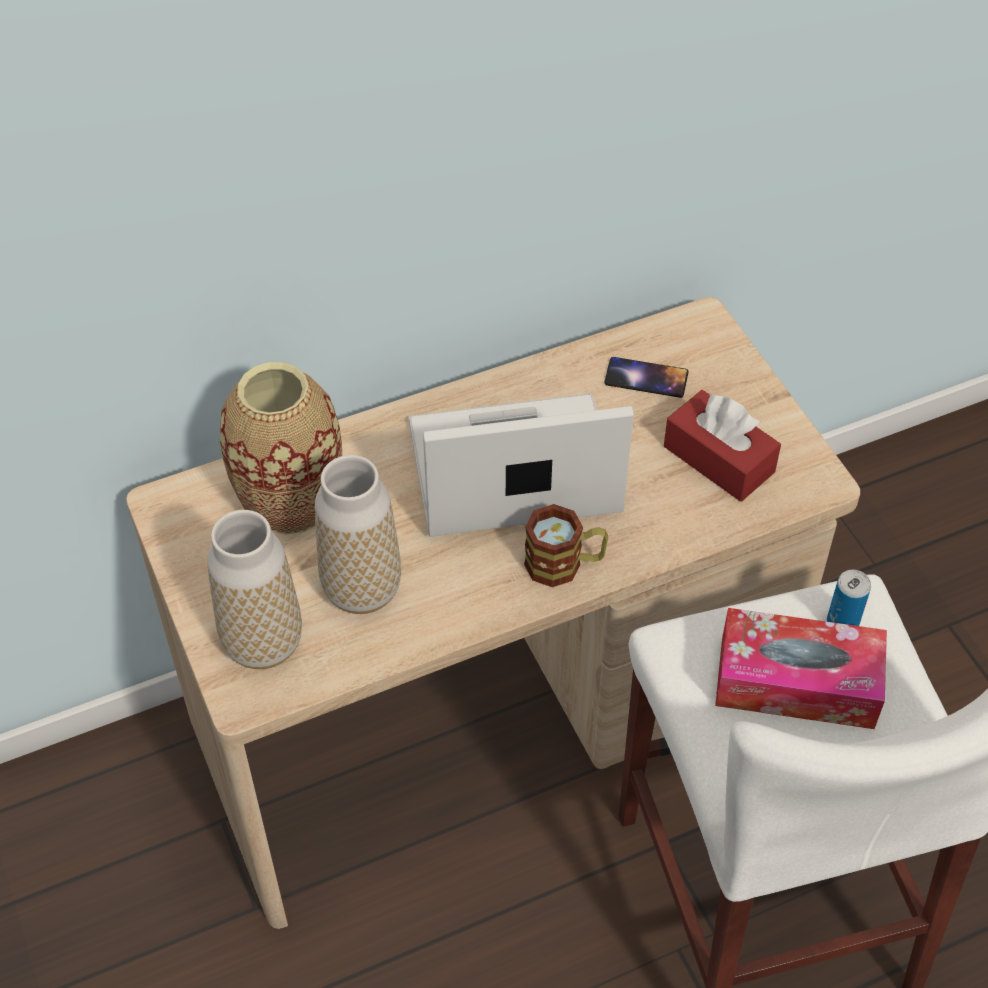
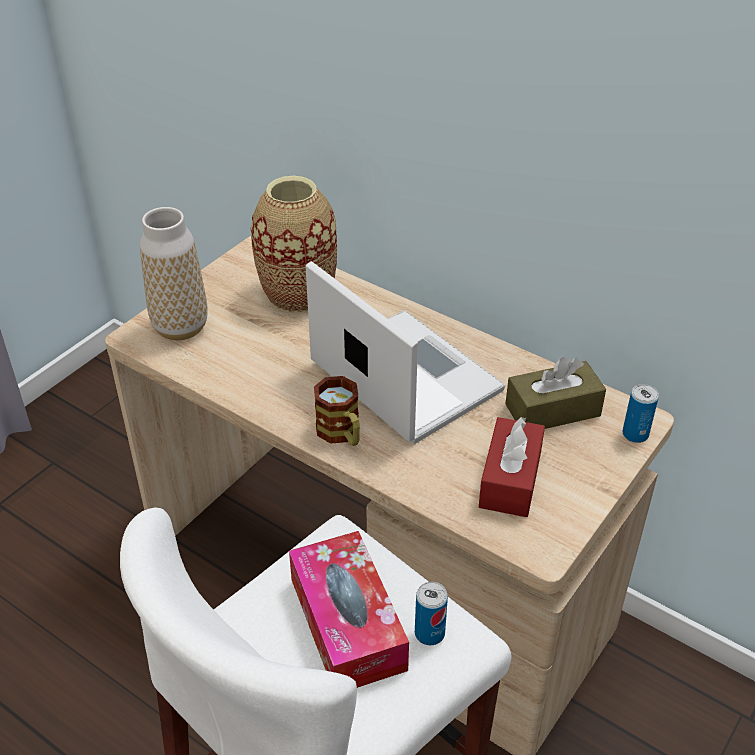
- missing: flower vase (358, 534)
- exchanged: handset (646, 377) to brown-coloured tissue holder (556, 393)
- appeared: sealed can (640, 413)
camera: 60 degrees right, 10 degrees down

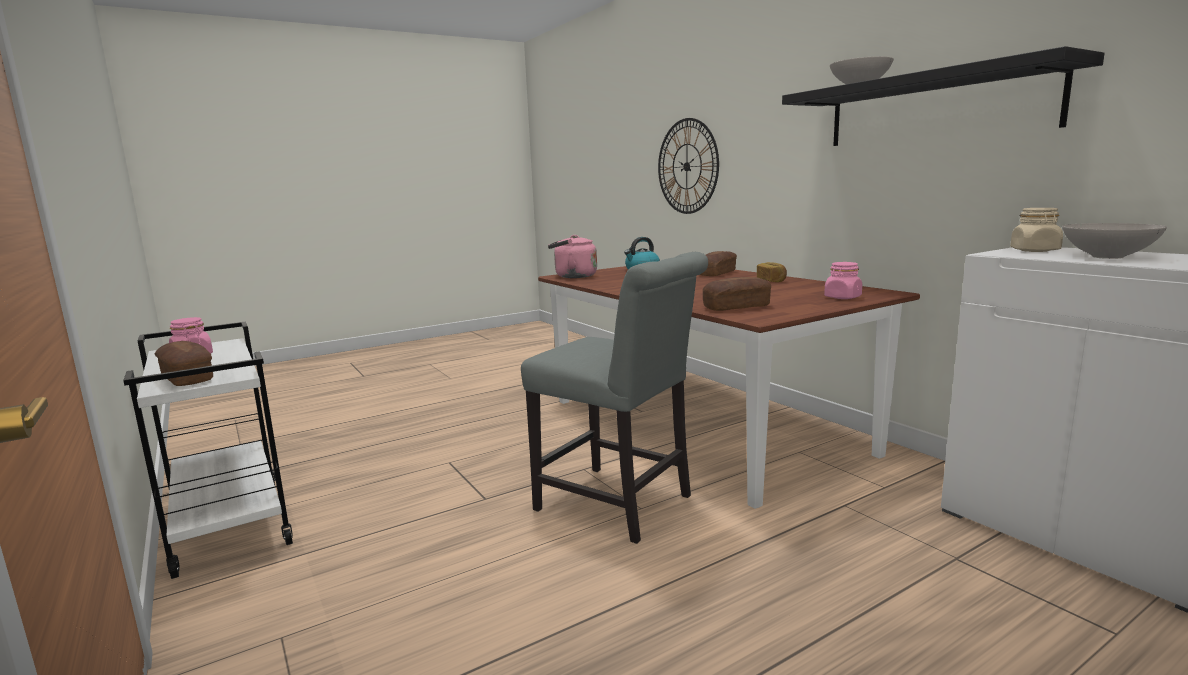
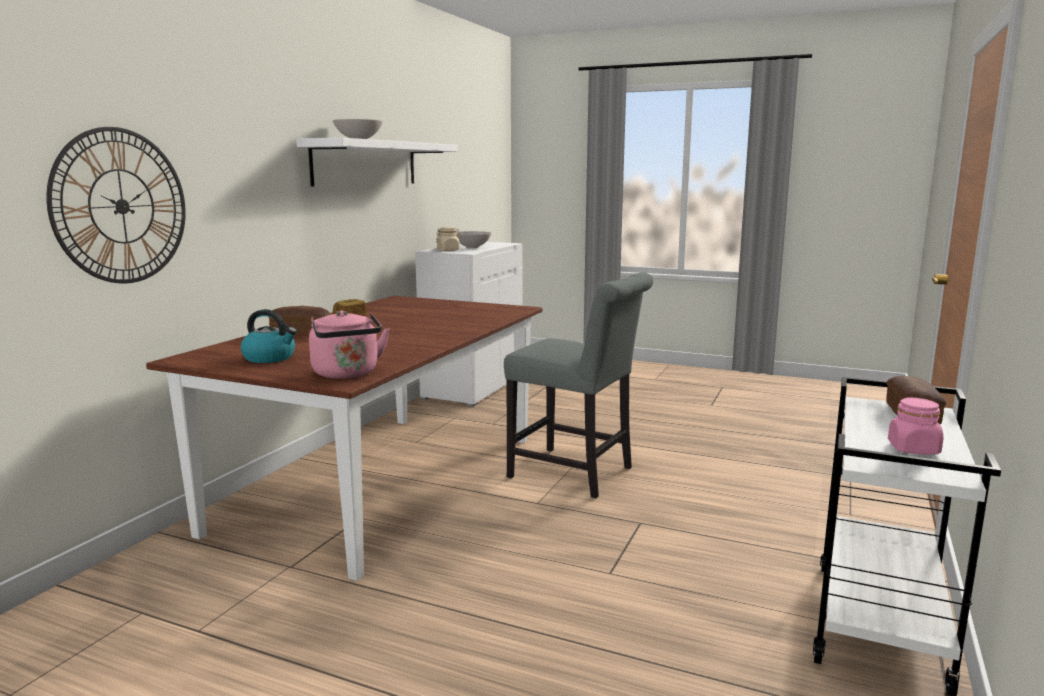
- spun: gray plain chair (614, 398) = (578, 385) 120 degrees clockwise
- missing: bakery bread (737, 294)
- colour: black-coloured shelf (943, 96) to whitish shelf (377, 162)
- missing: pinkish storage jar (843, 280)
camera: 125 degrees left, 0 degrees up

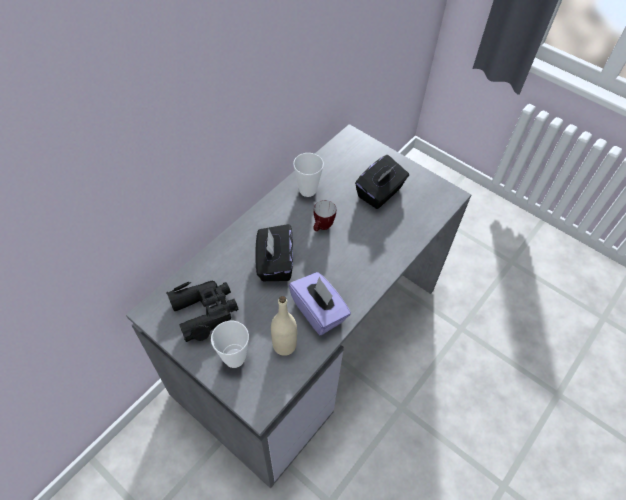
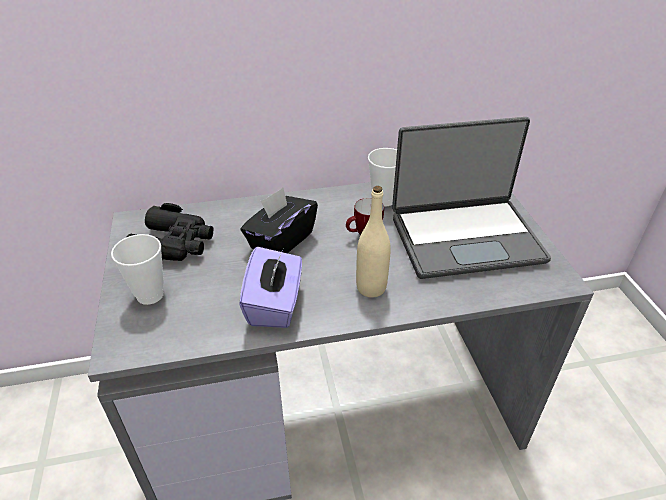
- relocated: sand-coloured drink bottle (284, 326) to (373, 242)
- exchanged: black-coloured tissue holder (382, 182) to notebook computer (471, 198)
camera: 40 degrees right, 15 degrees down

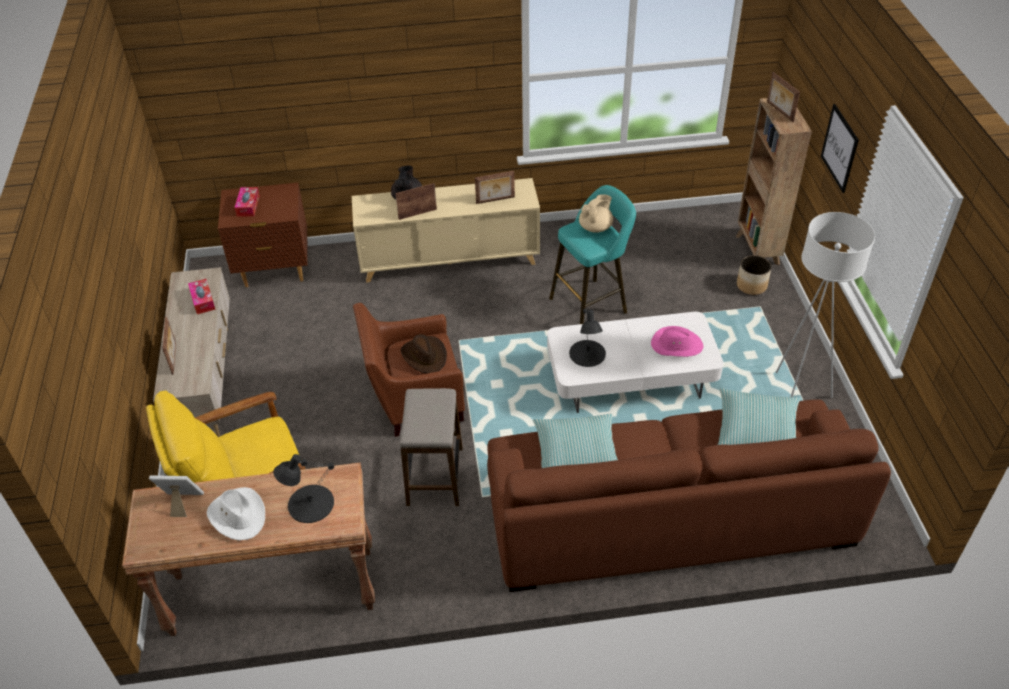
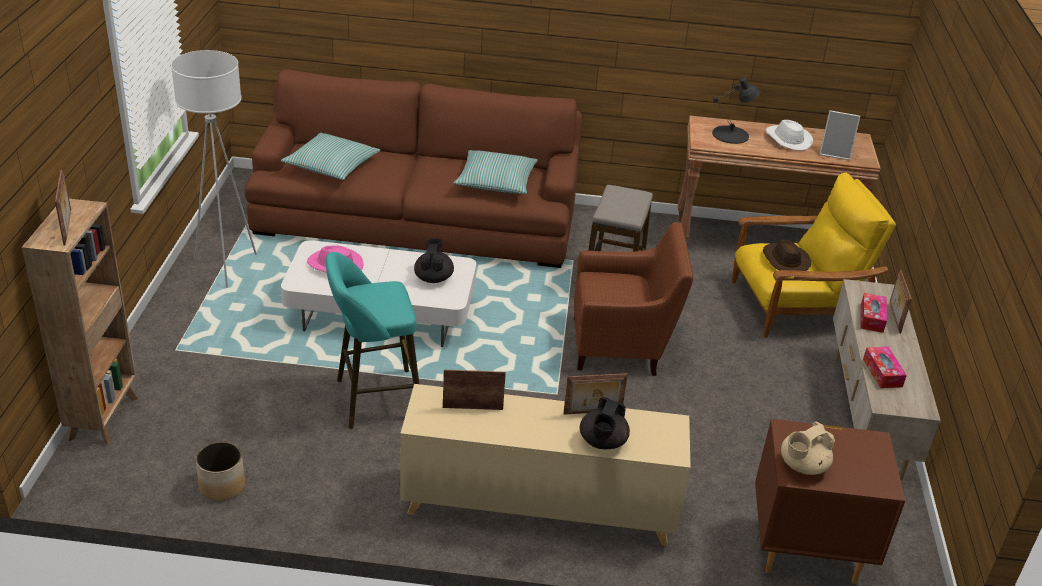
- relocated: tissue holder (247, 202) to (874, 313)
- relocated: brown-coloured hat (423, 354) to (787, 255)
- exchanged: black-coloured table lamp (587, 338) to black-coloured tea pot (434, 260)
- relocated: sand-coloured tea pot (596, 213) to (808, 448)
- relocated: flower pot (754, 275) to (220, 471)
- missing: wall art (840, 148)
camera: 170 degrees left, 10 degrees down

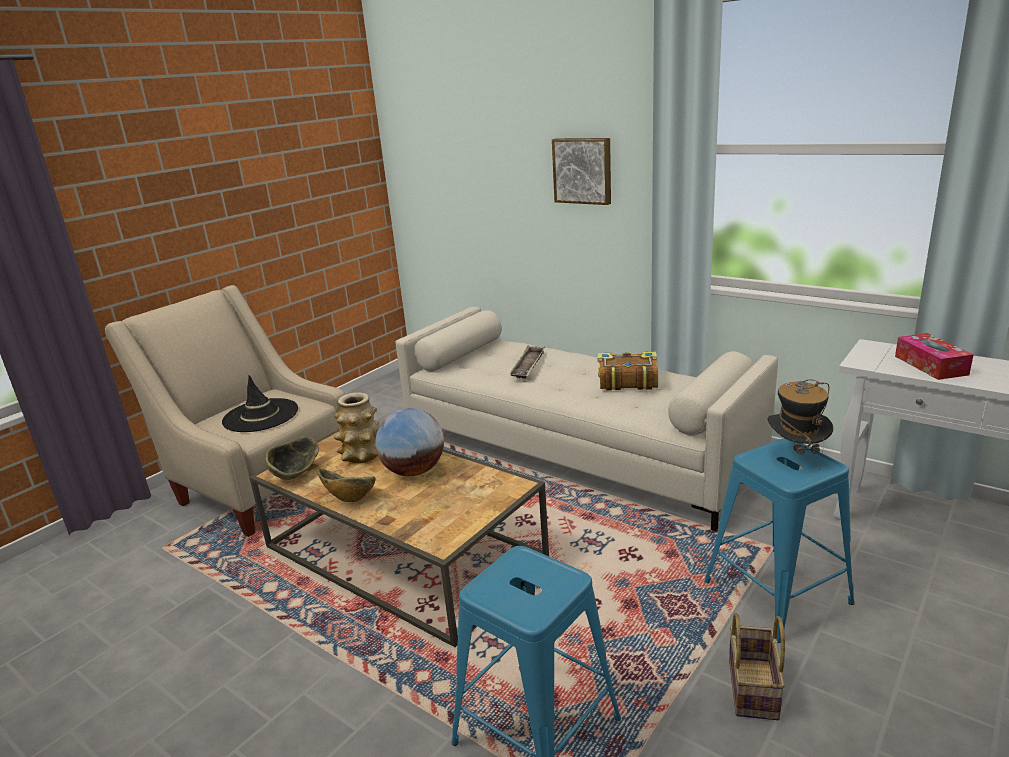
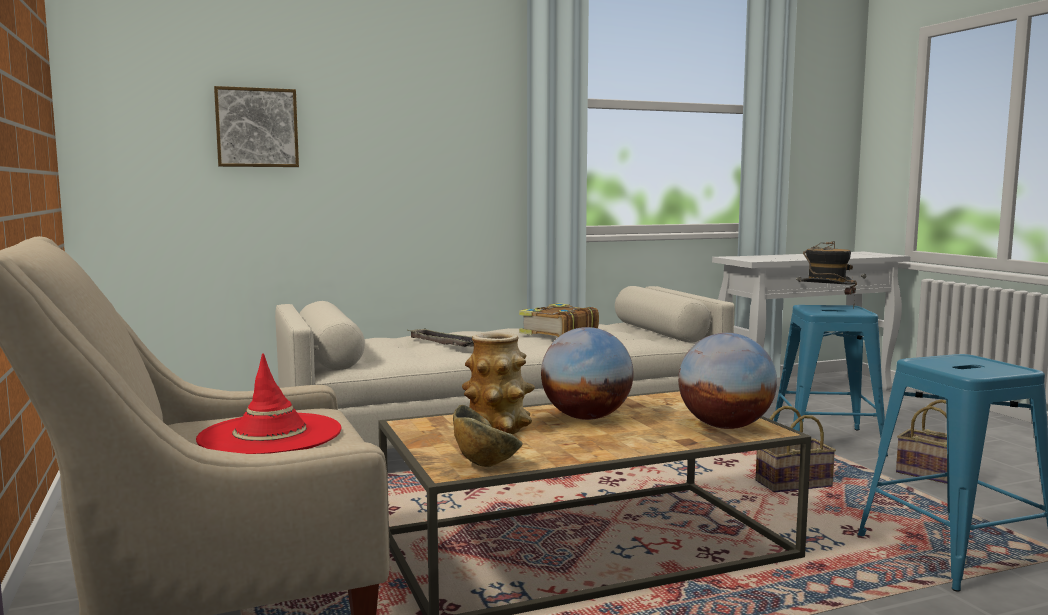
- colour: black-coloured hat (260, 403) to reddish hat (268, 403)
- missing: deep dish (346, 485)
- relocated: wall art (581, 171) to (256, 126)
- missing: tissue holder (934, 356)
- appeared: world globe (727, 381)
- appeared: storage basket (796, 449)
camera: 60 degrees left, 15 degrees down

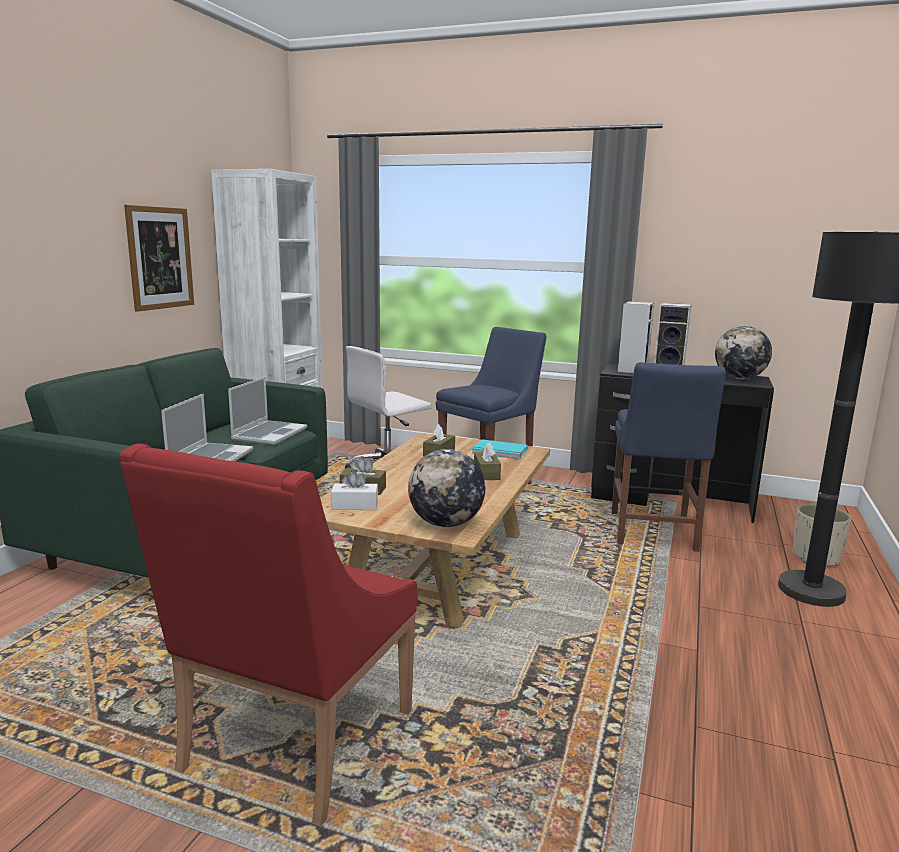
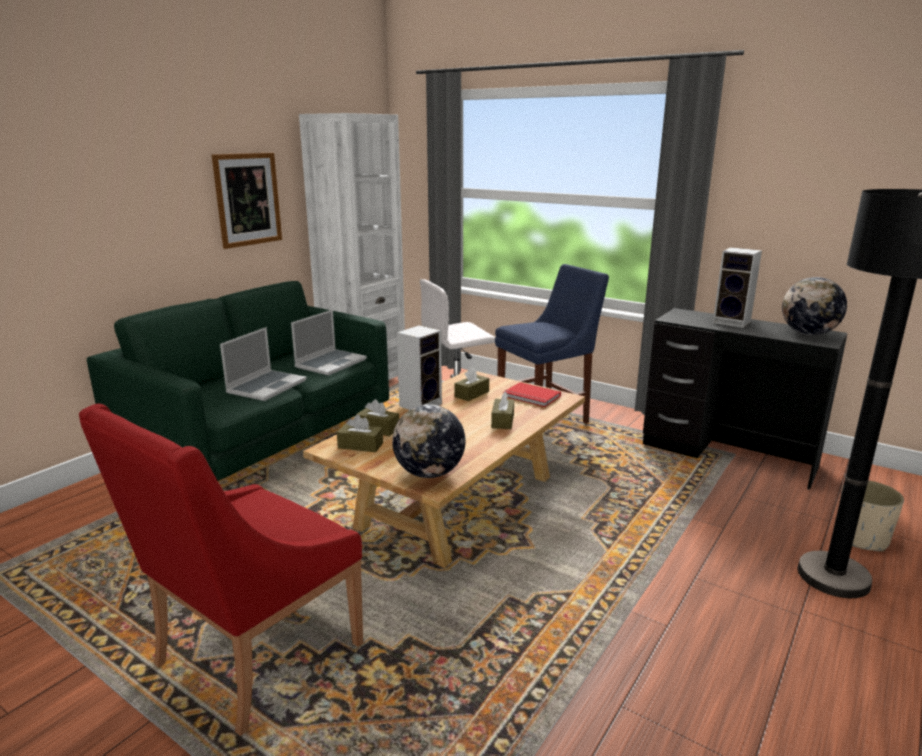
- colour: whitish tissue holder (354, 490) to brown-coloured tissue holder (360, 433)
- colour: turquoise-coloured bound book (500, 449) to reddish bound book (532, 394)
- missing: blue-coloured plain chair (669, 457)
- relocated: speaker (636, 337) to (419, 367)
camera: 15 degrees right, 5 degrees up

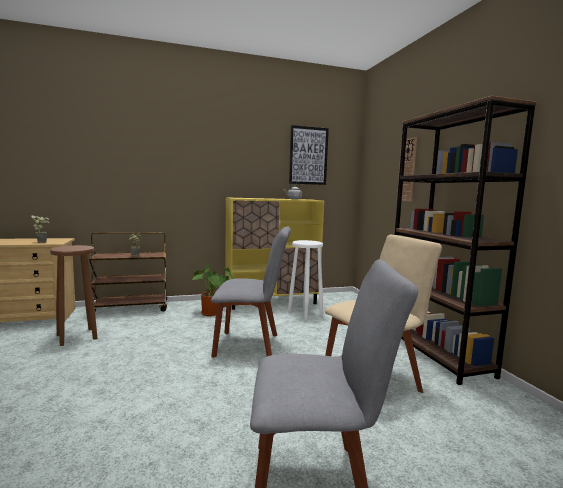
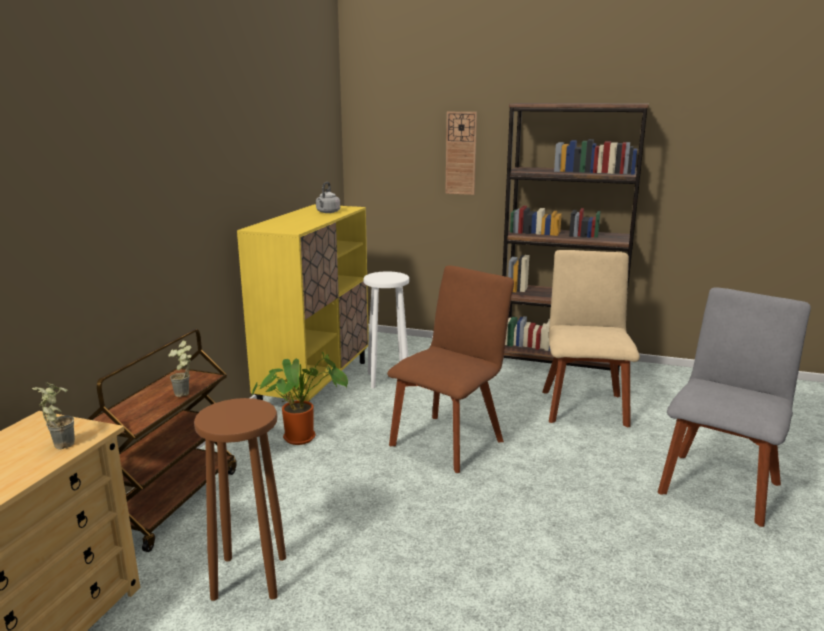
- colour: gray plain chair (251, 292) to brown-coloured plain chair (450, 369)
- missing: wall art (309, 155)
camera: 55 degrees left, 10 degrees up

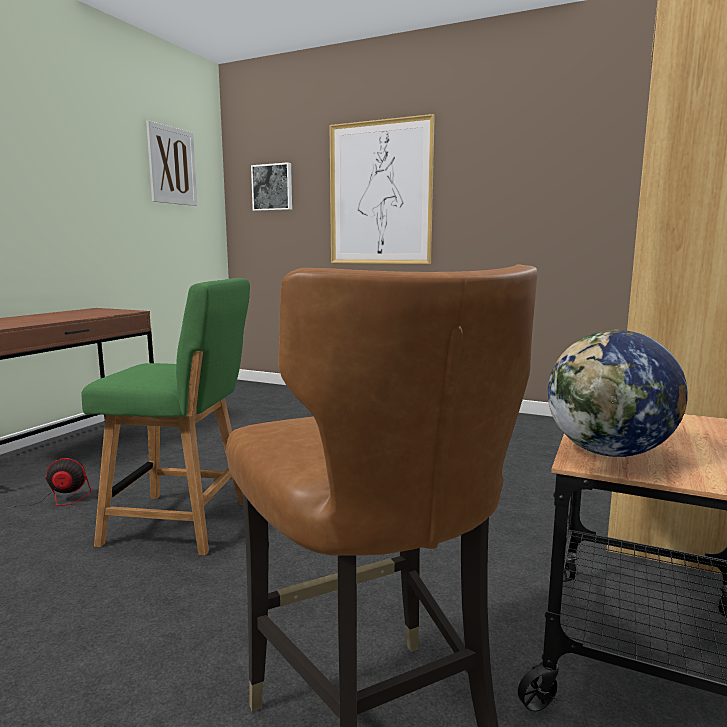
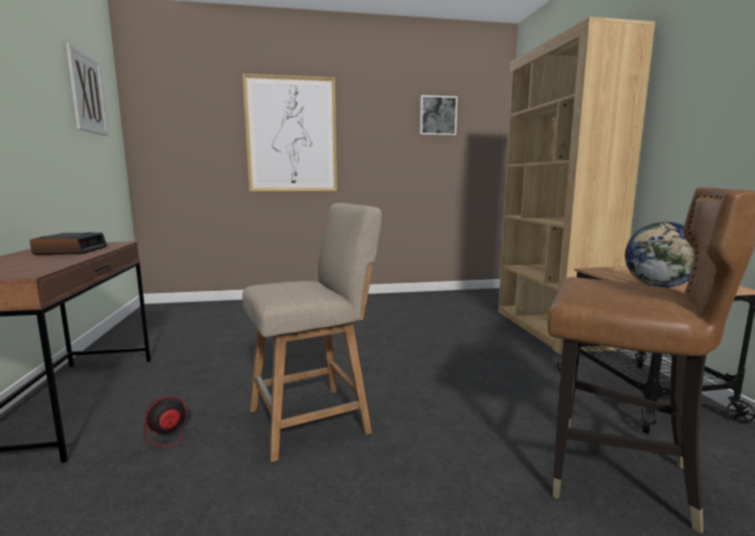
- colour: greenish plain chair (165, 416) to sand-coloured plain chair (312, 332)
- relocated: wall art (271, 186) to (438, 115)
- appeared: bedside clock (68, 243)
camera: 35 degrees left, 0 degrees up

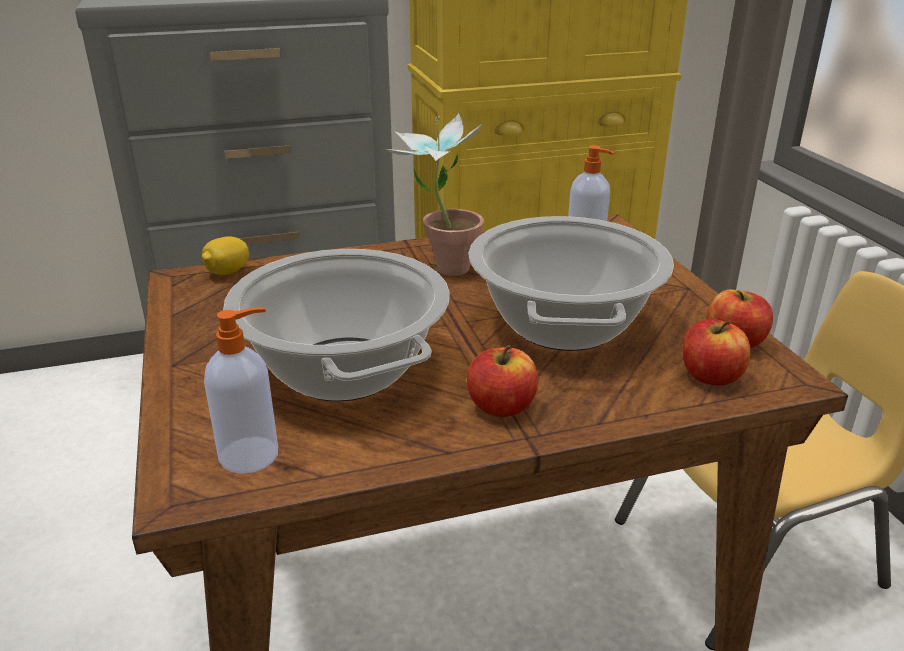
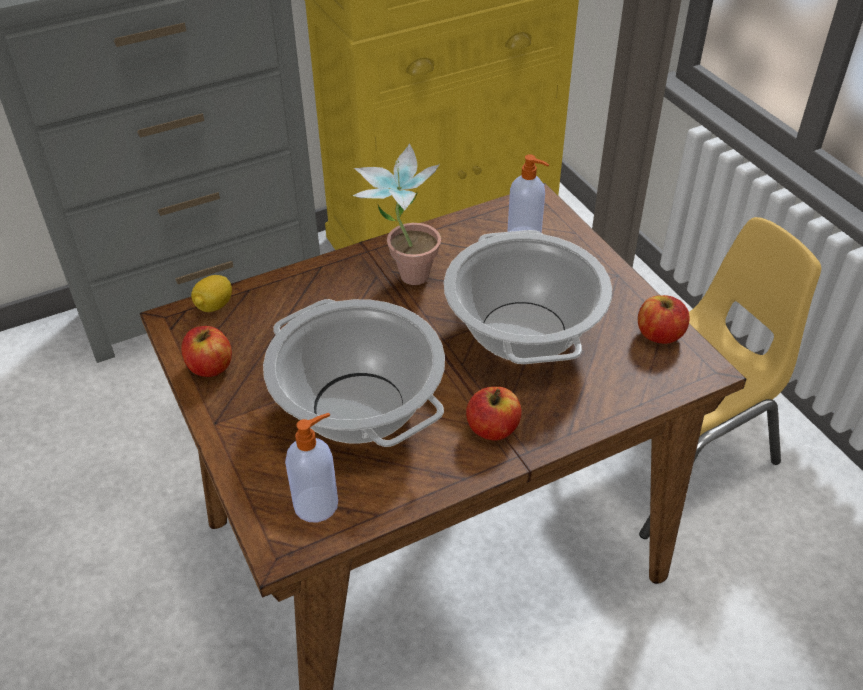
- relocated: apple fruit (716, 352) to (206, 351)
camera: 10 degrees left, 15 degrees up

